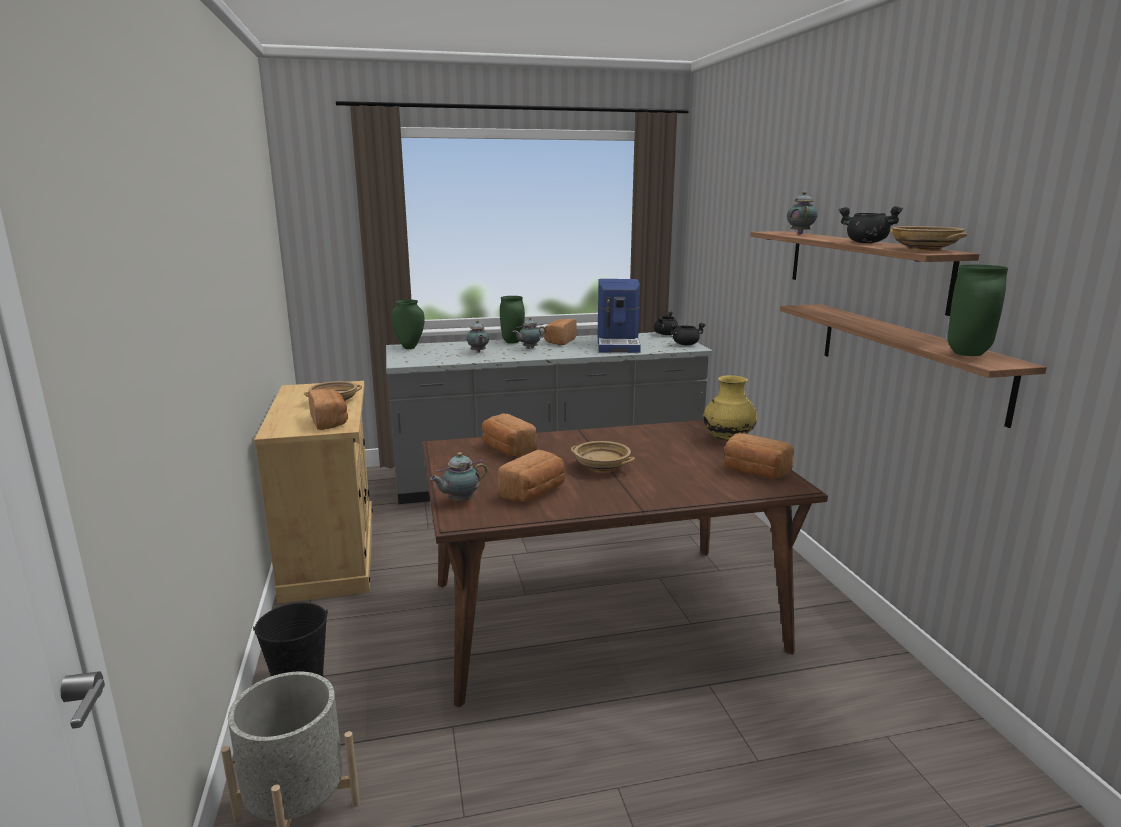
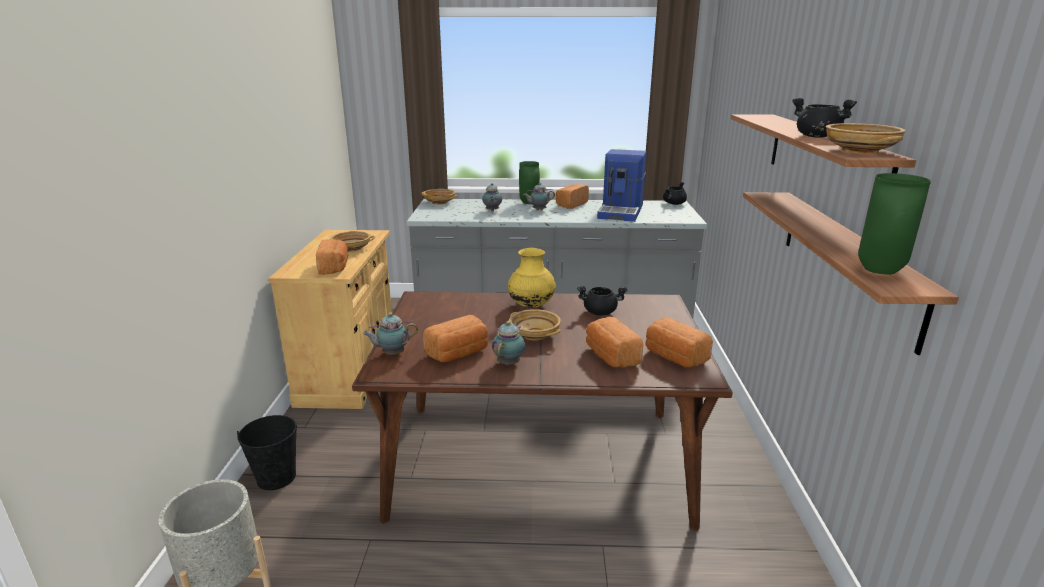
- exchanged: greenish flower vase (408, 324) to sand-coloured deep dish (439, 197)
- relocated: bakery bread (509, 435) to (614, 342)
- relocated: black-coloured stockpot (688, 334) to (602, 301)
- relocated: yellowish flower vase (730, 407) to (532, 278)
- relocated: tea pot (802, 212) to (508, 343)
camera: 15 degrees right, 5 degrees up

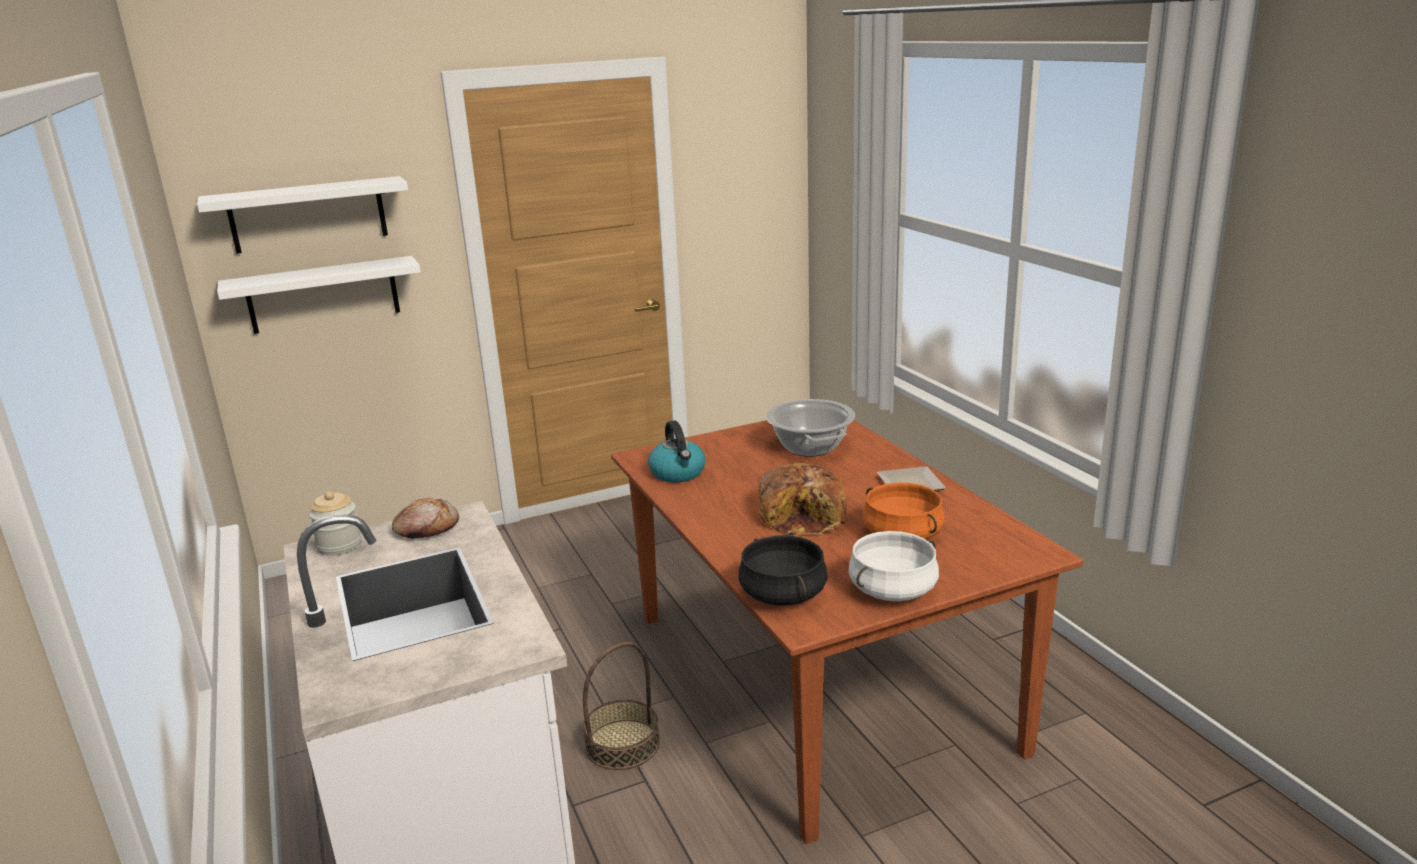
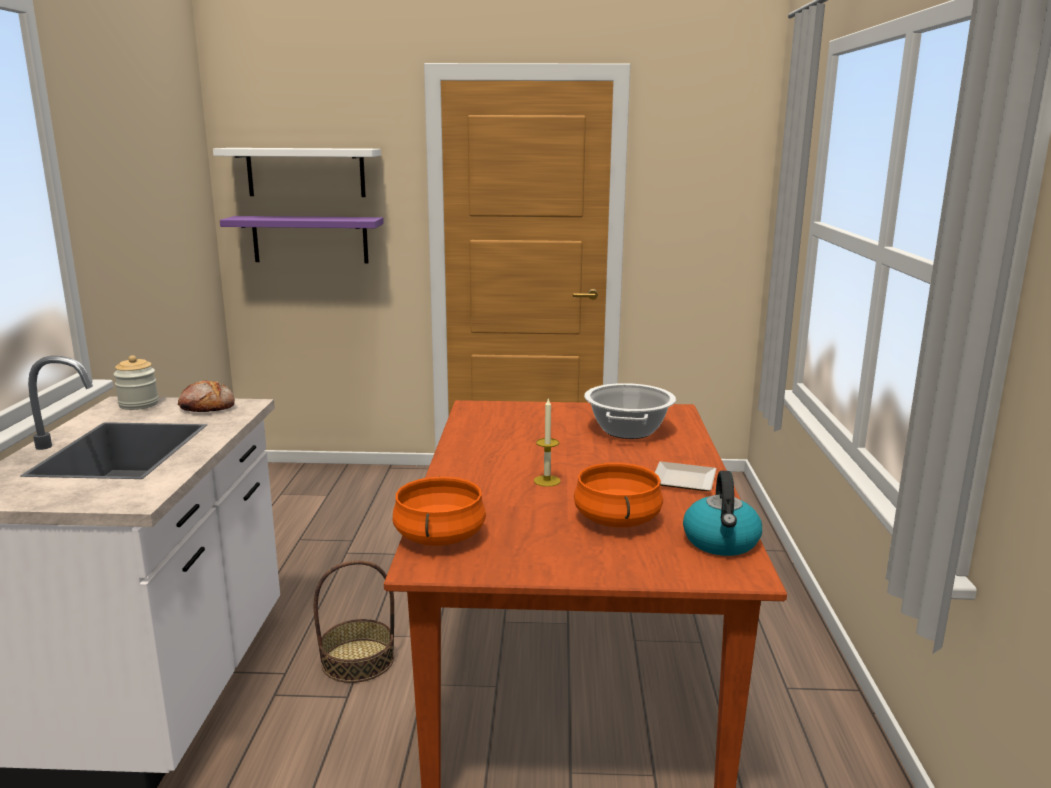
- colour: whitish shelf (319, 295) to purple-coloured shelf (302, 240)
- relocated: kettle (677, 451) to (722, 513)
- colour: black-coloured stockpot (783, 570) to orange-coloured stockpot (439, 511)
- exchanged: bakery bread (803, 499) to candle (547, 443)
- missing: whitish stockpot (893, 566)
camera: 25 degrees right, 5 degrees down

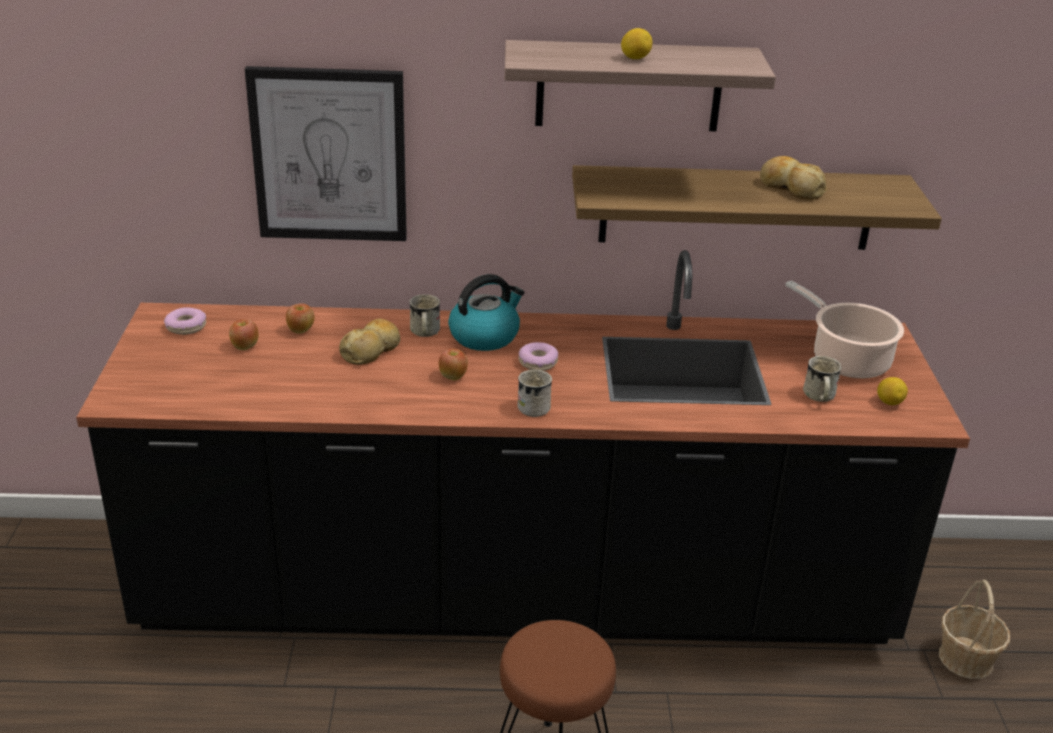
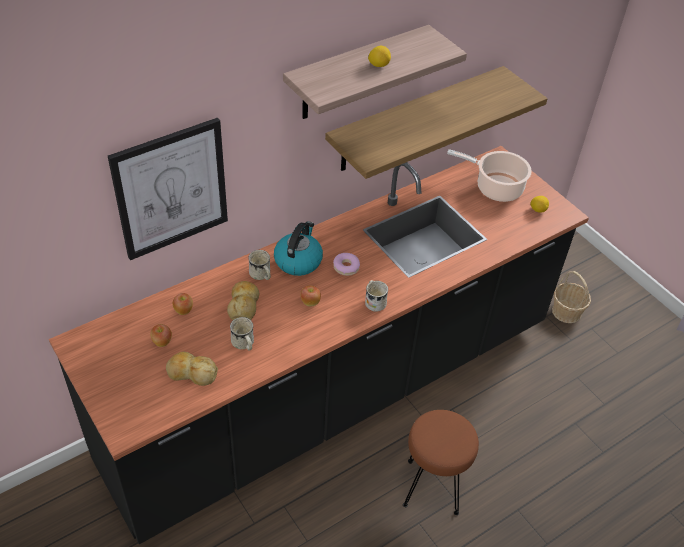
- missing: ring doughnut (185, 321)
- relocated: bakery bread (793, 178) to (192, 369)
- relocated: whitish tea mug (822, 379) to (242, 334)
camera: 35 degrees left, 15 degrees up

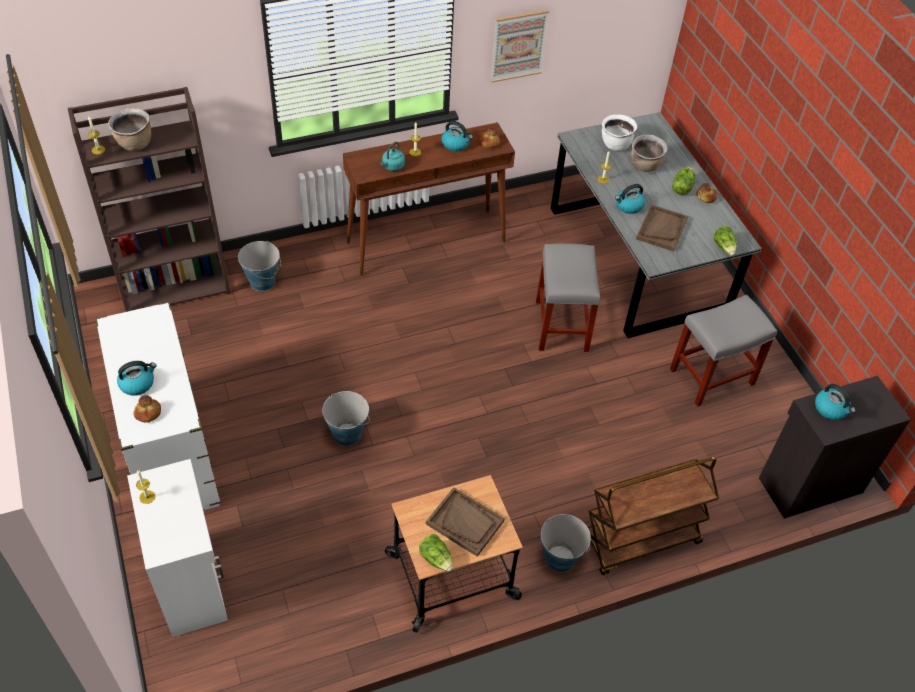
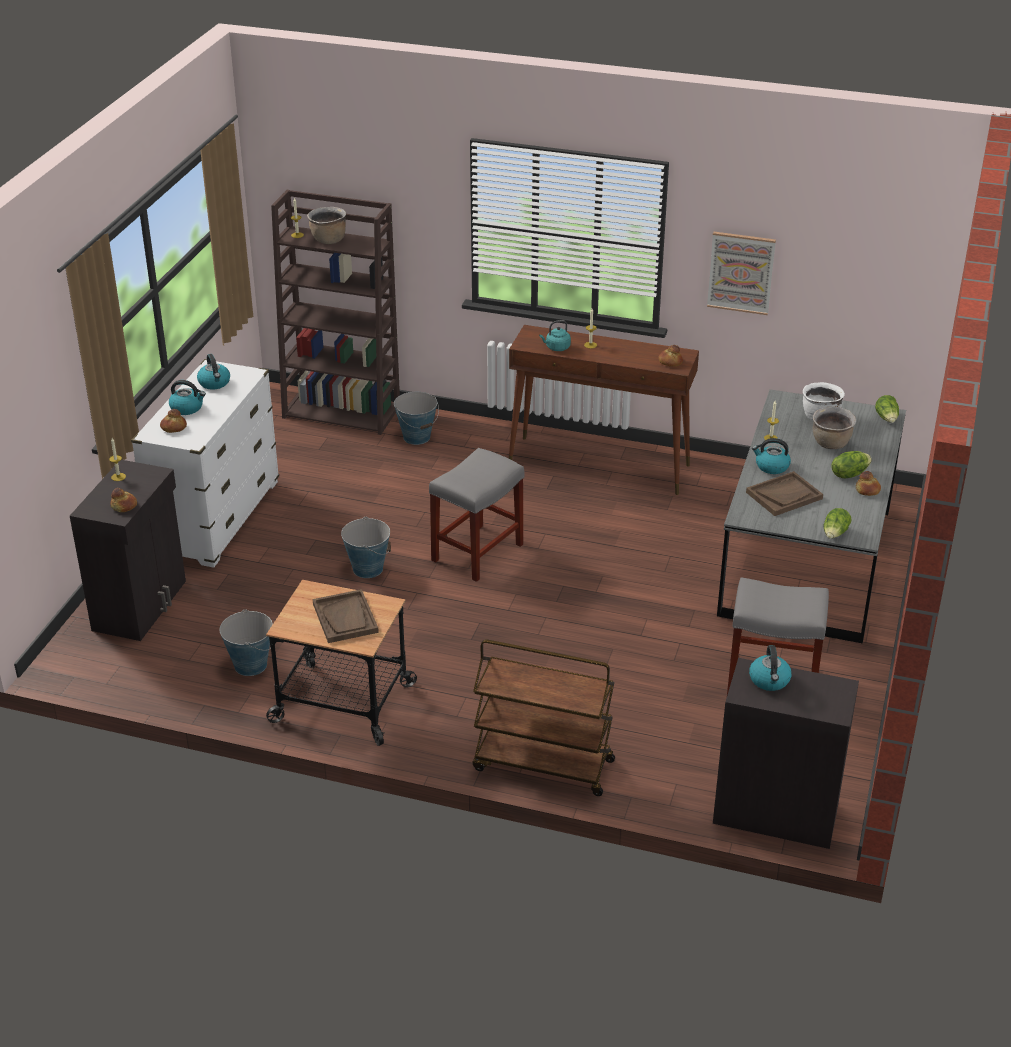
- colour: whitish cabinet (177, 548) to black-coloured cabinet (128, 550)
- relocated: lettuce head (436, 553) to (887, 409)
- relocated: kettle (457, 136) to (213, 372)
- relocated: gray sitting stool (568, 297) to (476, 515)
- relocated: bucket (566, 543) to (246, 642)
- appeared: bakery bread (123, 500)
camera: 40 degrees right, 15 degrees down

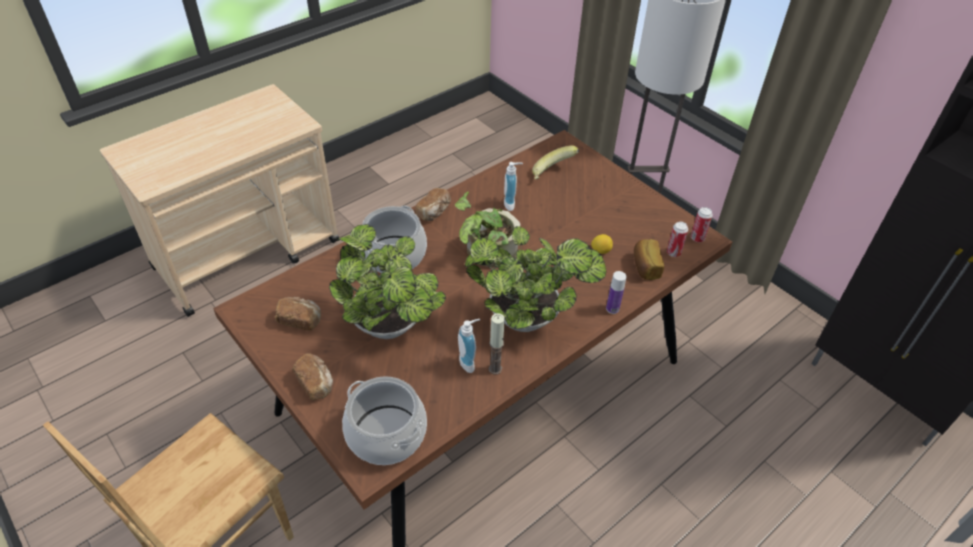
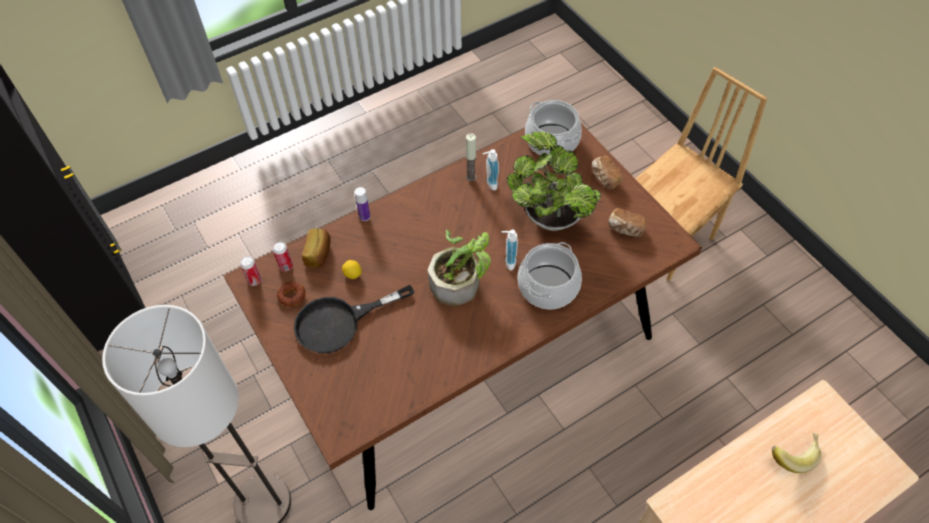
- missing: bakery bread (433, 204)
- missing: houseplant (535, 279)
- relocated: liquid soap bottle (513, 186) to (509, 250)
- relocated: banana (555, 162) to (796, 453)
- appeared: ring doughnut (291, 294)
- appeared: black-coloured skillet (354, 319)
camera: 170 degrees left, 10 degrees up

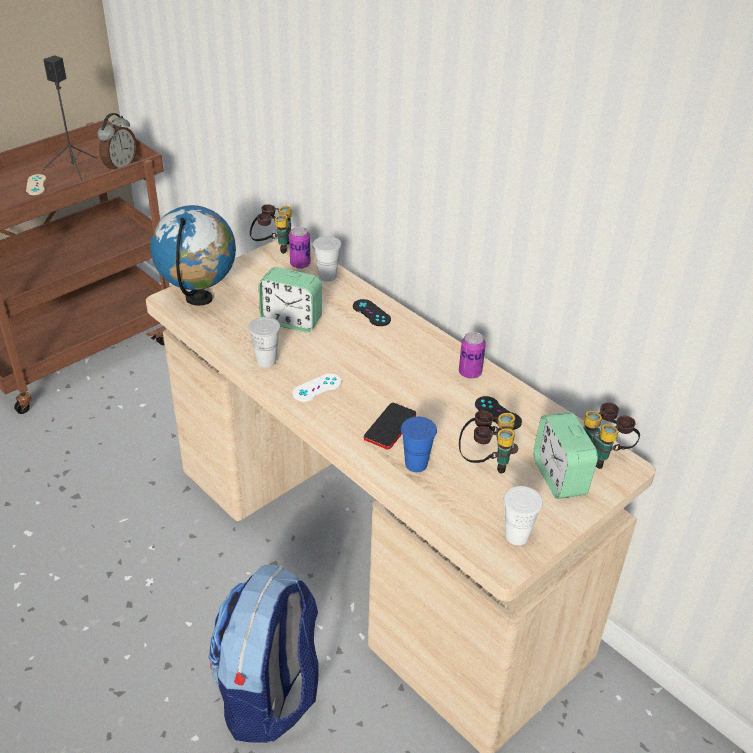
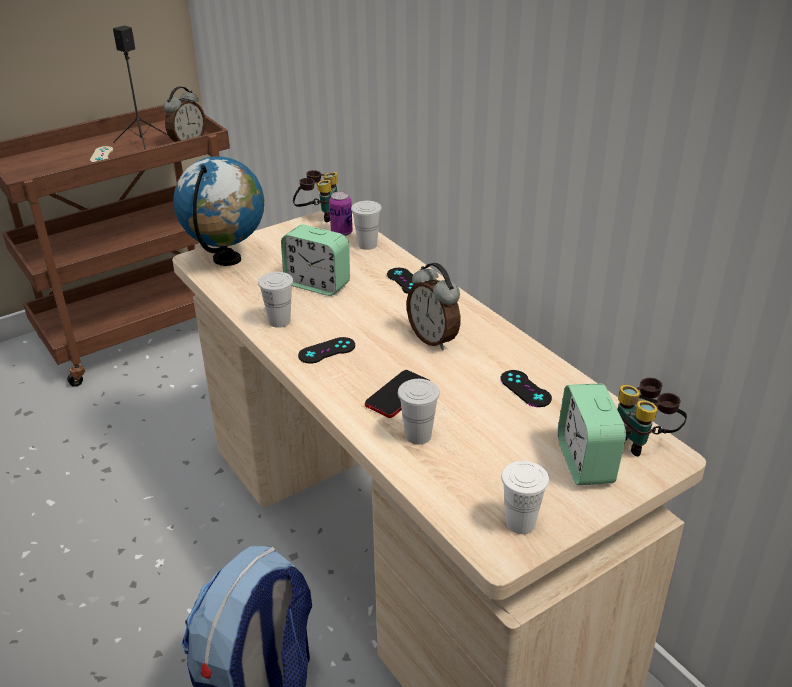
- colour: whitish gamepad (316, 388) to black-coloured gamepad (326, 350)
- colour: blue-coloured small cup (419, 444) to whitish small cup (419, 412)
- missing: sealed can (472, 355)
- missing: field glasses (488, 442)
- appeared: bedside clock (433, 306)
camera: 10 degrees right, 5 degrees down

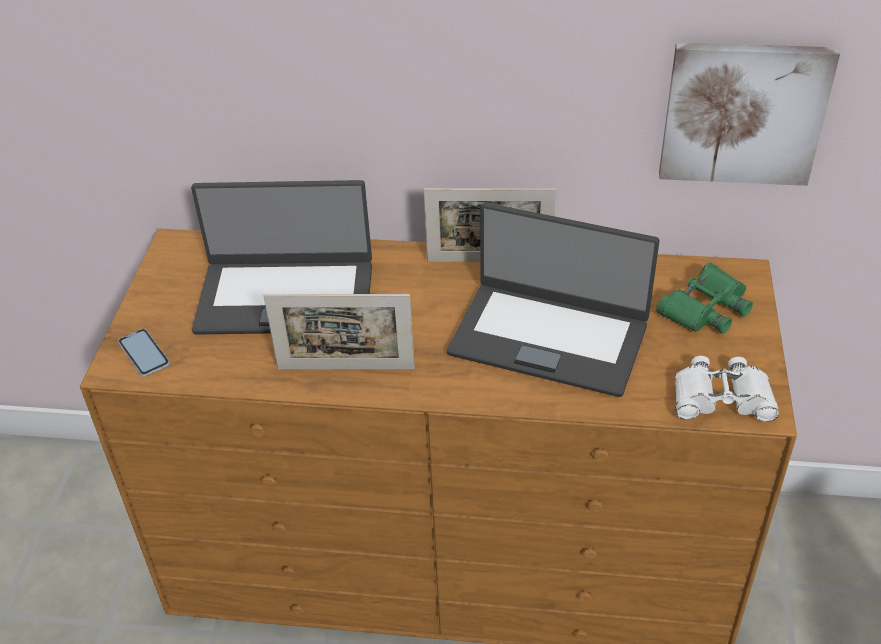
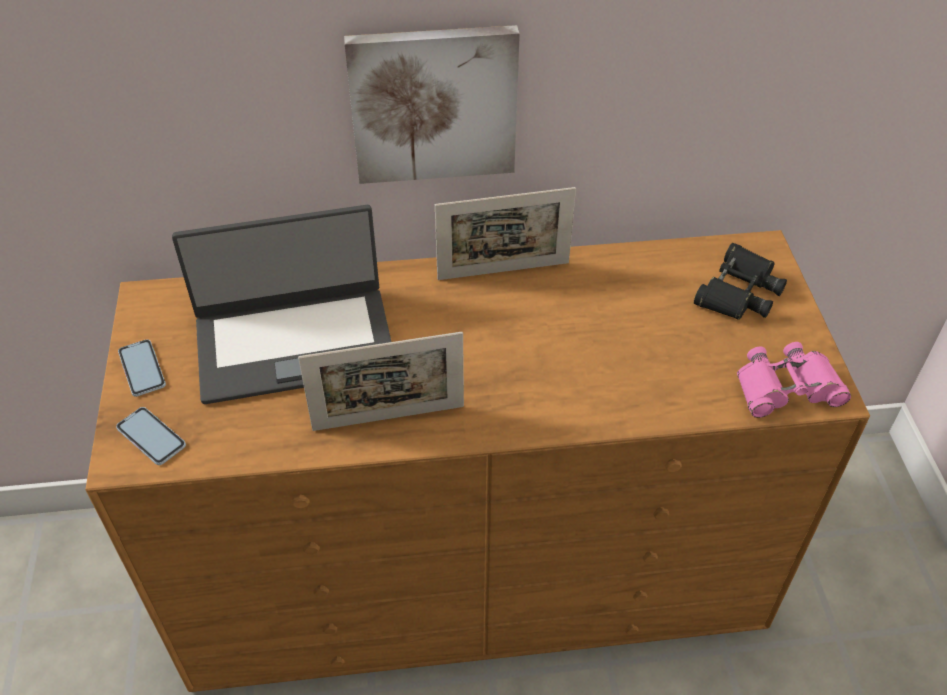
- missing: notebook computer (553, 300)
- colour: greenish field glasses (704, 298) to black-coloured field glasses (740, 281)
- relocated: wall art (749, 114) to (432, 104)
- colour: whitish field glasses (727, 389) to pinkish field glasses (794, 380)
- appeared: handset (142, 368)
camera: 15 degrees left, 5 degrees up

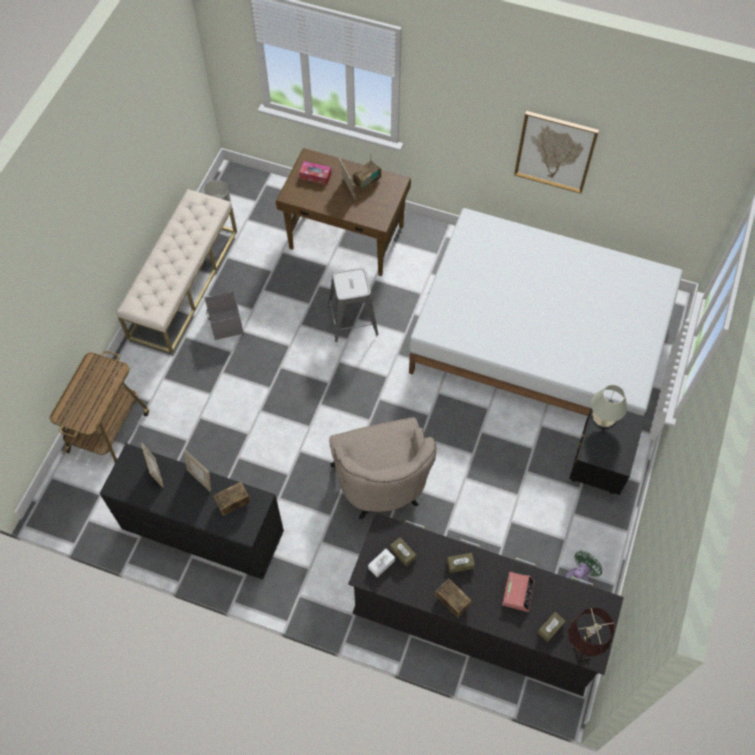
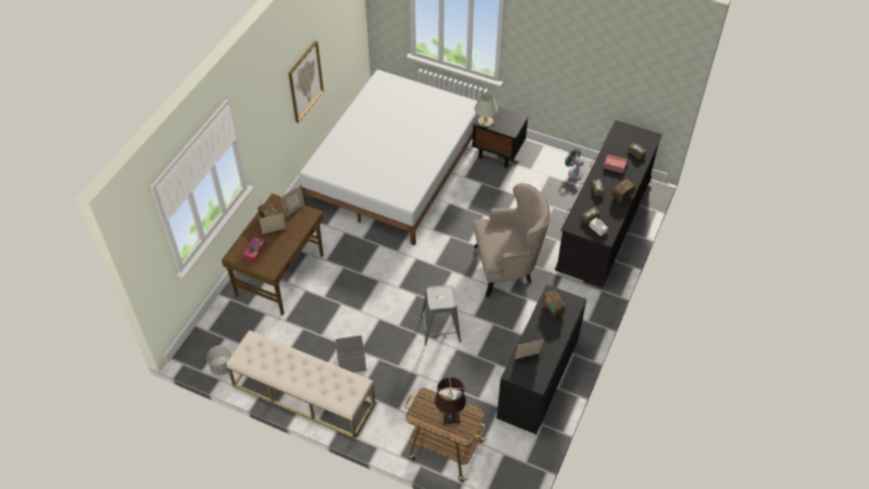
- relocated: photo frame (197, 470) to (292, 201)
- relocated: gray sitting stool (353, 305) to (441, 315)
- relocated: brown-coloured table lamp (591, 634) to (450, 400)
camera: 85 degrees left, 10 degrees down

